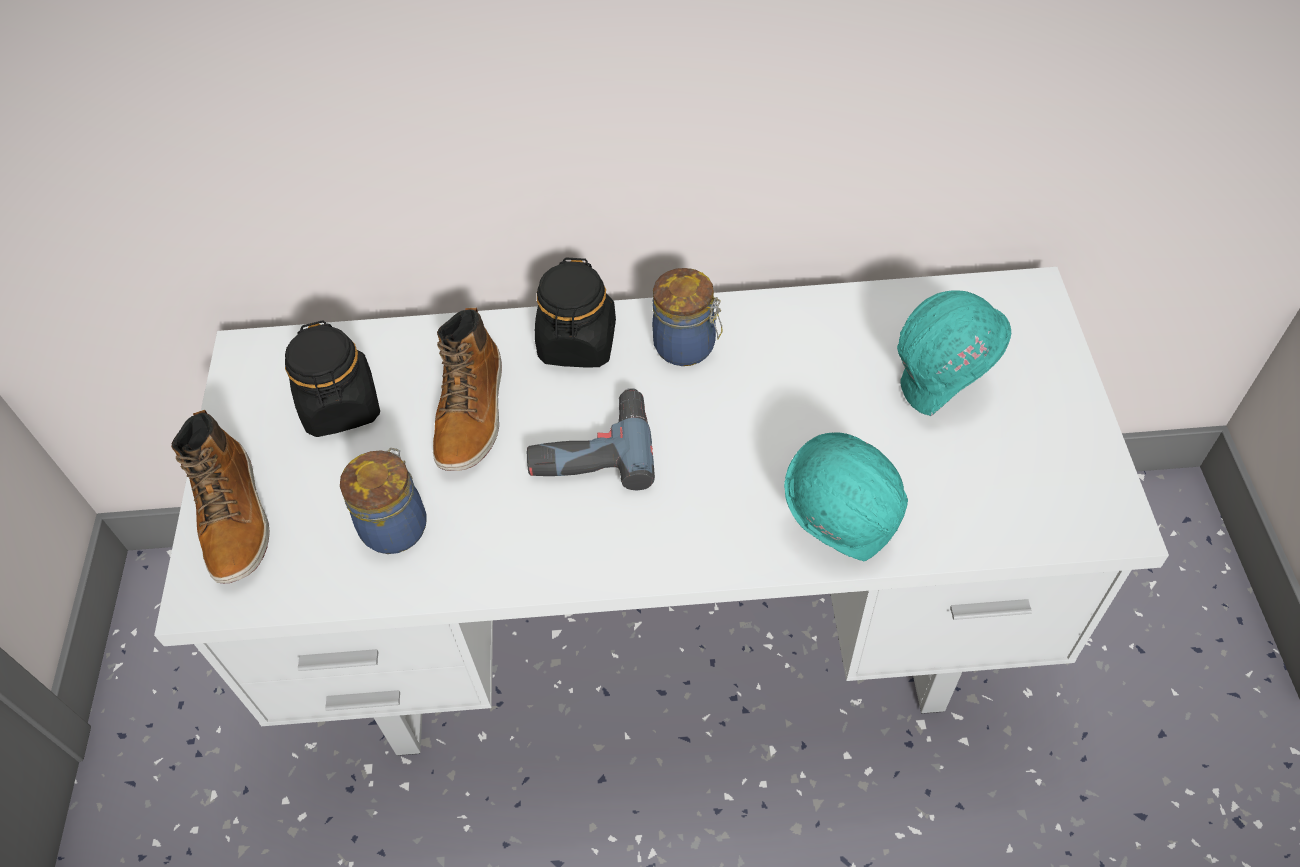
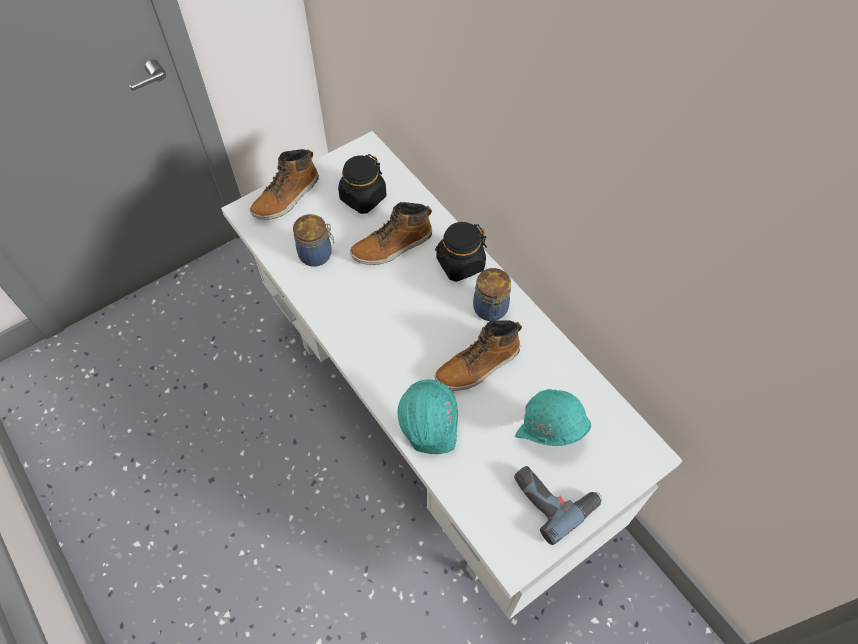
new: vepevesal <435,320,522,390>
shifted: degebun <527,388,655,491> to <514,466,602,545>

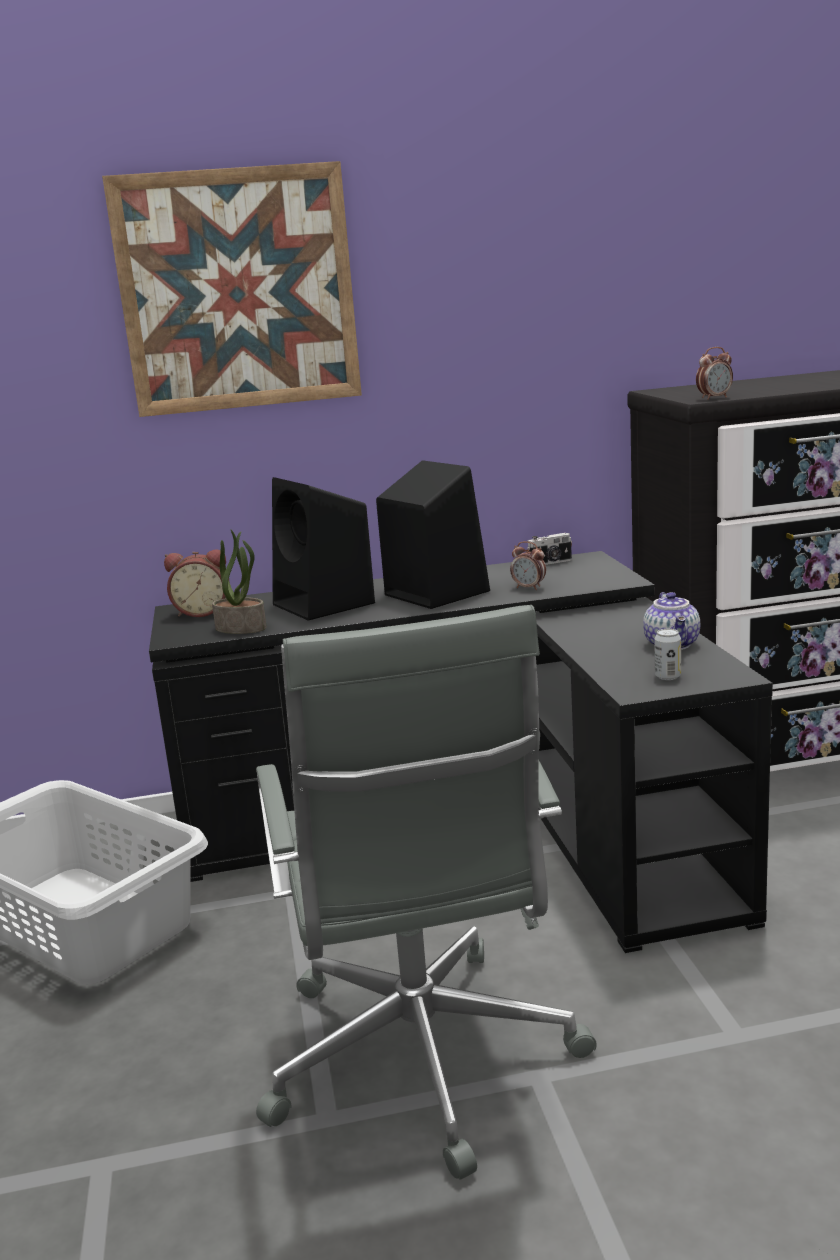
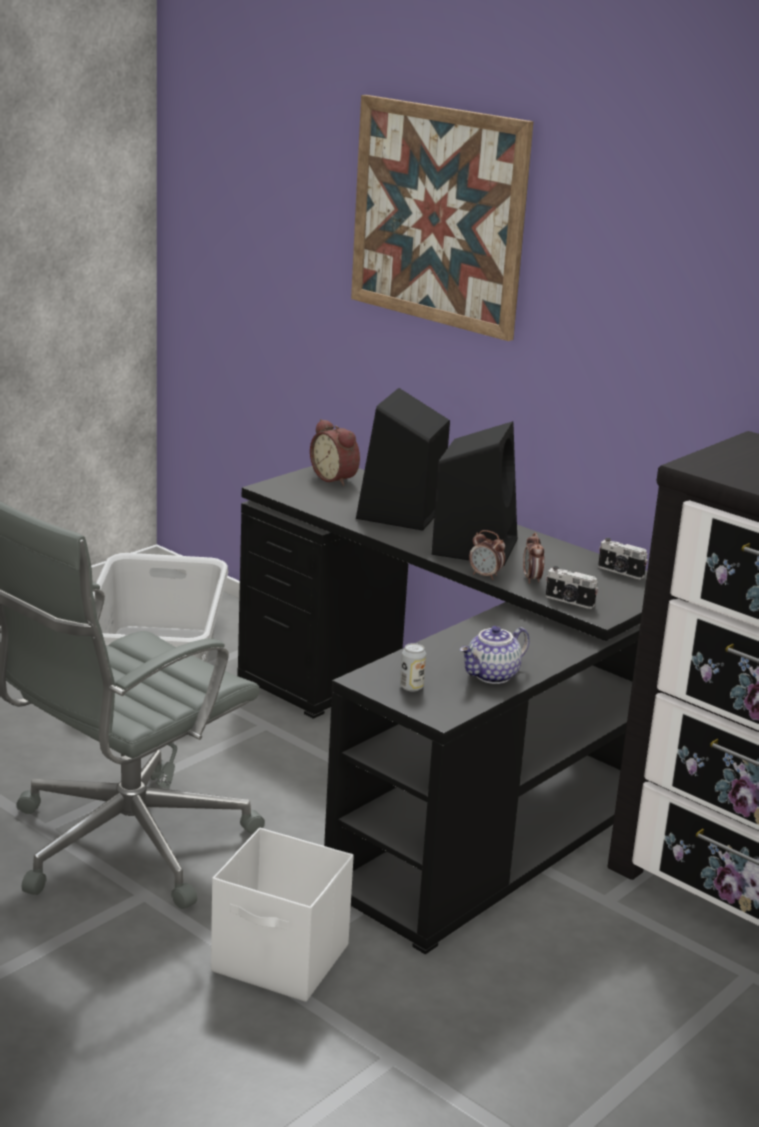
gone: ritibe <212,530,267,634>
new: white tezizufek <211,828,354,1002>; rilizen <546,566,598,609>
shifted: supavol <696,347,733,400> to <469,530,505,580>

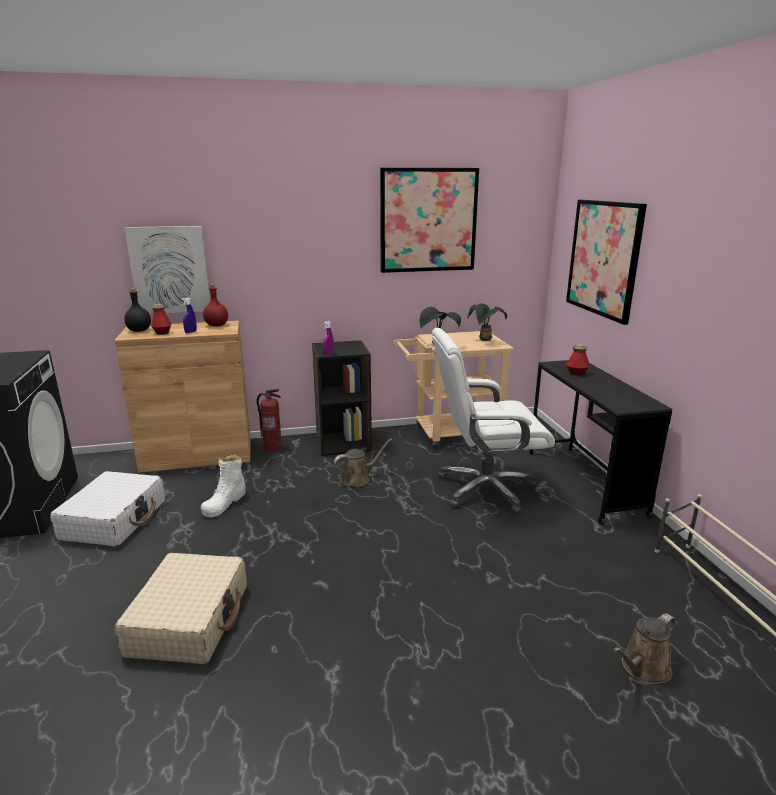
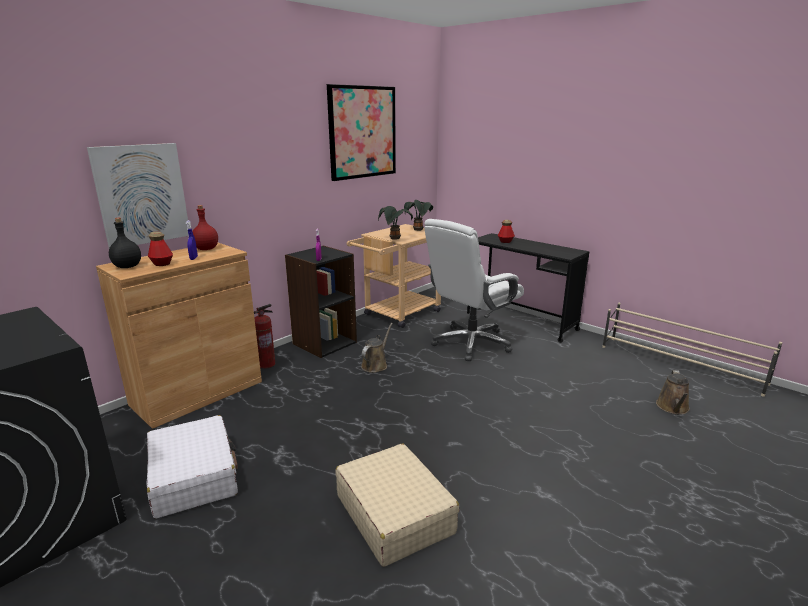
gone: white vepevesal <201,455,246,517>; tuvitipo <566,200,647,325>

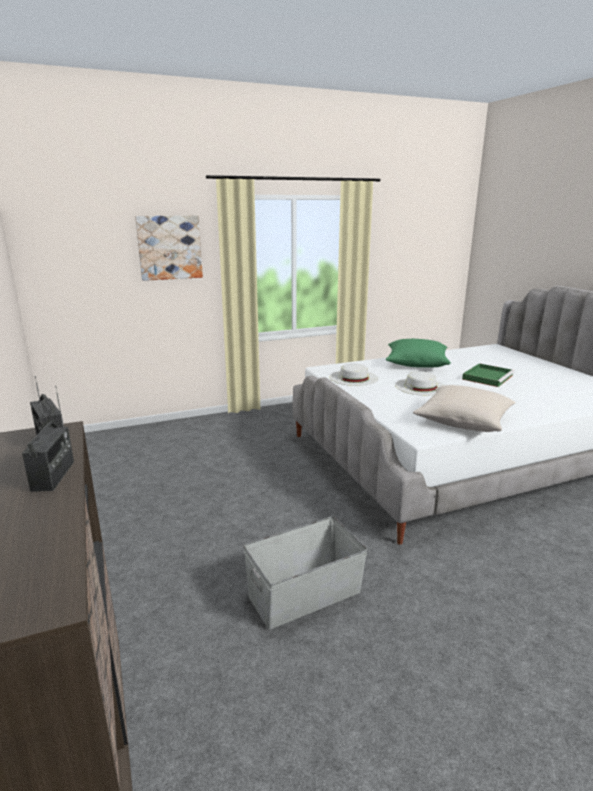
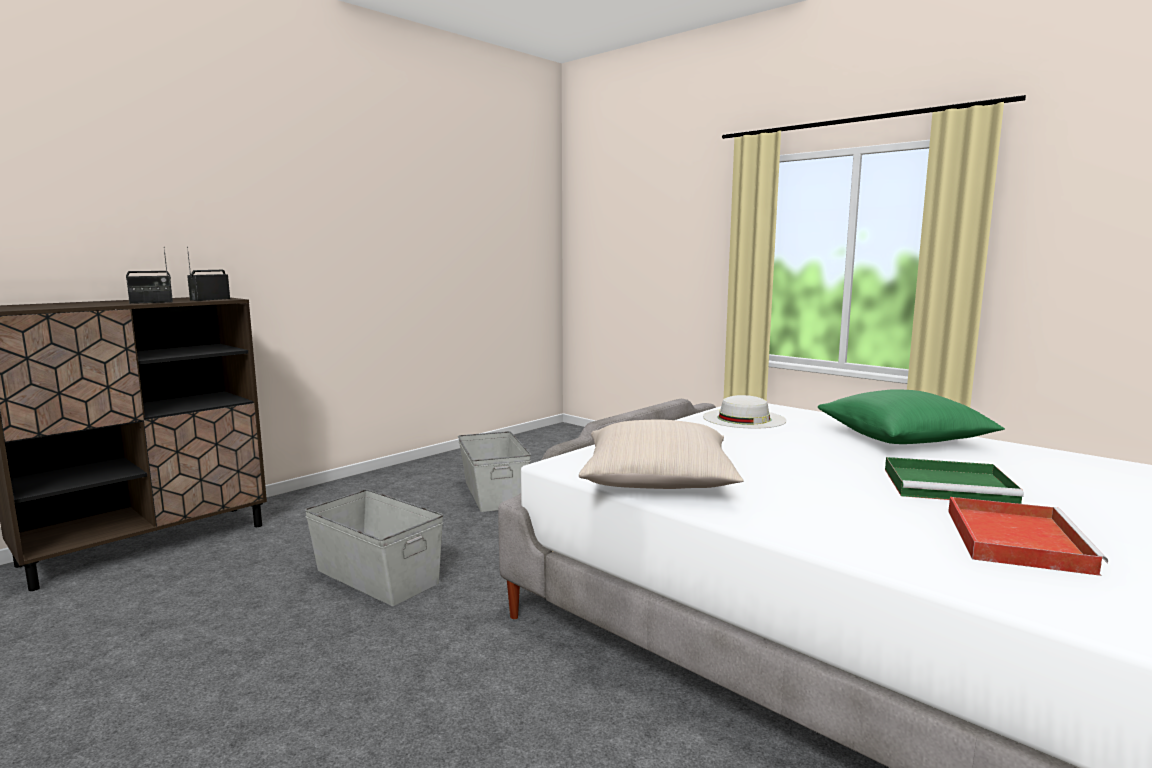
gone: tuvitipo <135,215,203,281>; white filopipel <395,371,445,396>
new: grey tezizufek <458,431,531,512>; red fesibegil <948,497,1108,576>

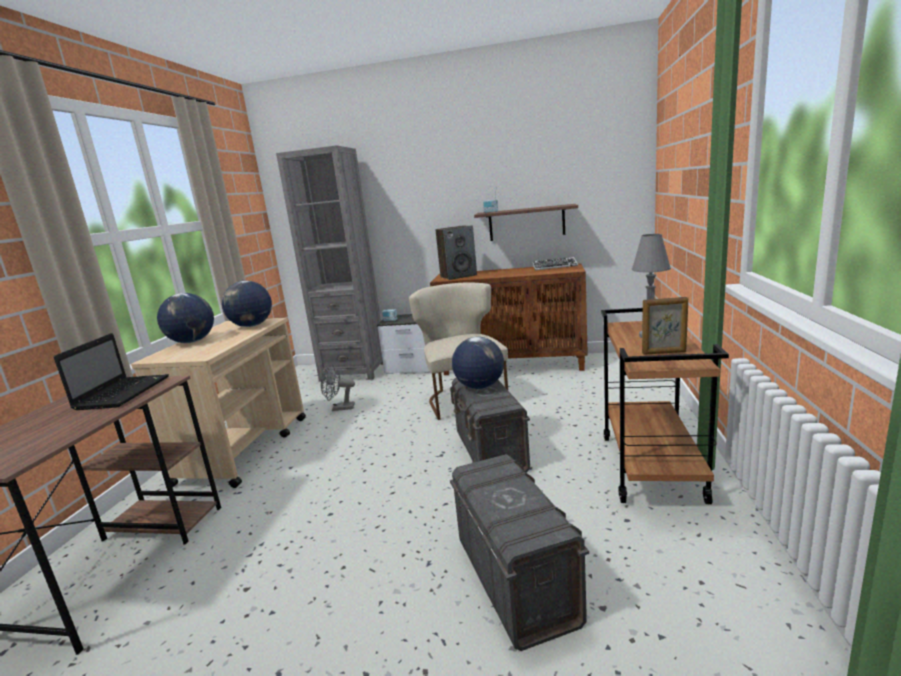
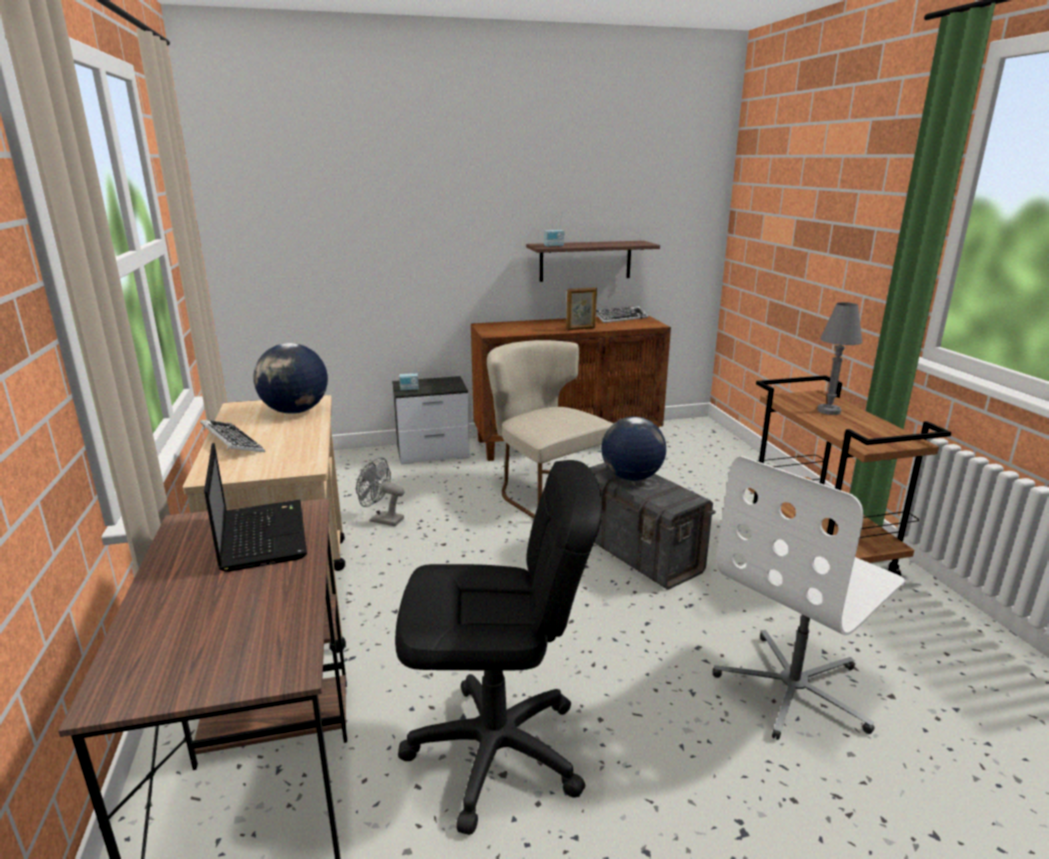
gone: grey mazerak <276,145,383,381>; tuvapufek <436,225,477,280>
new: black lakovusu <395,460,602,835>
shifted: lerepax <642,297,688,355> to <566,287,597,330>
swapped: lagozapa <157,293,214,343> to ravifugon <200,420,265,452>; grey tezizufek <450,454,589,651> to white lakovusu <713,456,906,740>
rotated: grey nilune <321,364,355,411> = <356,458,405,526> 45 degrees clockwise

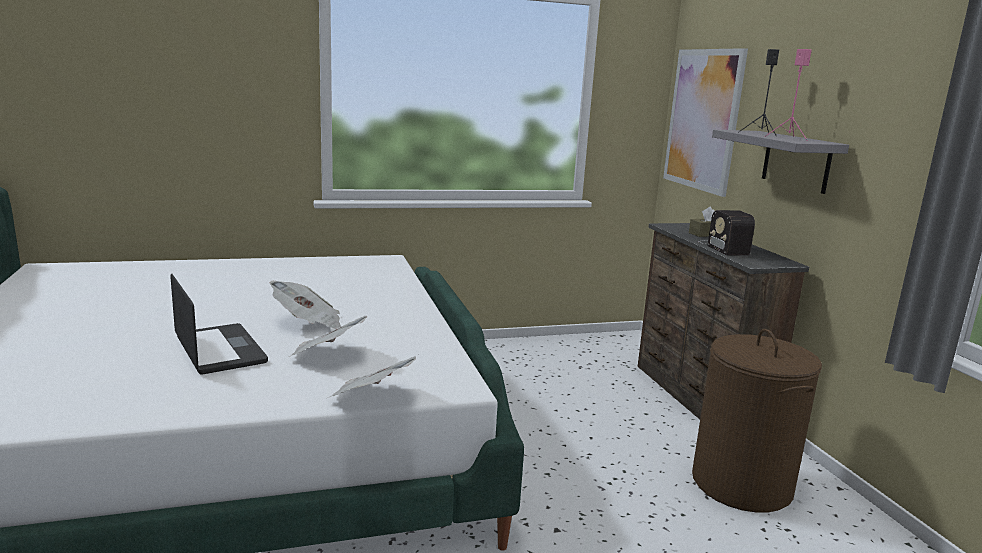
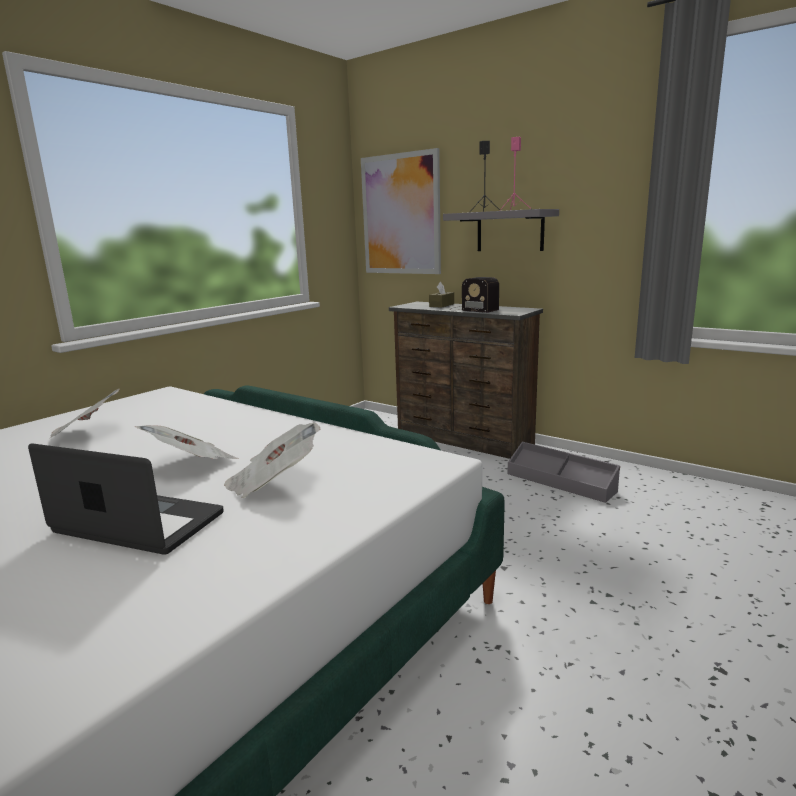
shifted: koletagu <327,356,416,398> to <48,389,120,440>
swapped: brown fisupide <692,329,822,513> to grey tezizufek <507,442,620,503>

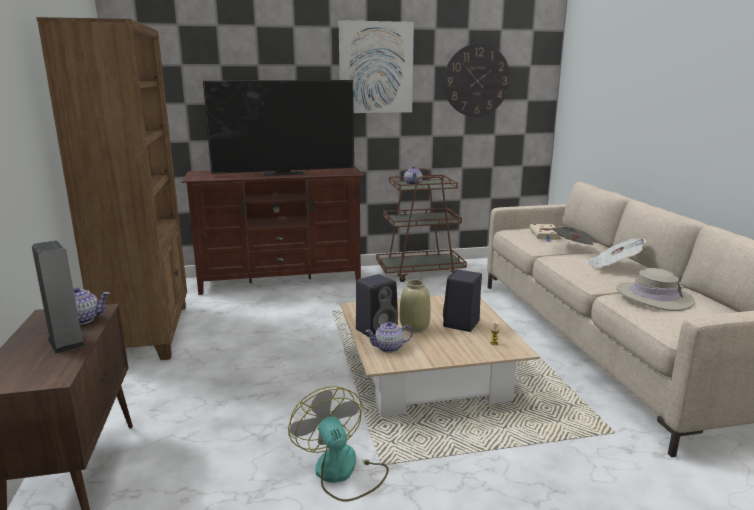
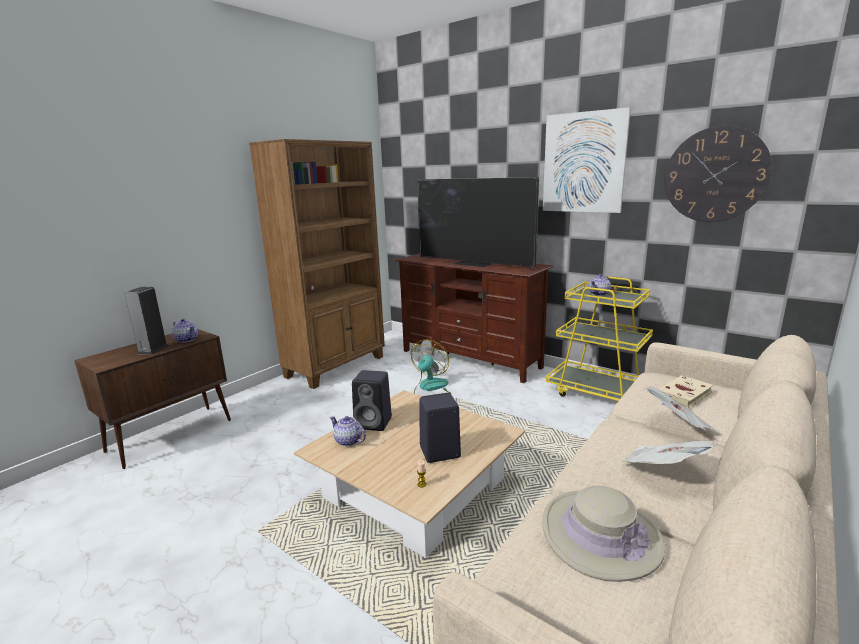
gone: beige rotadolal <400,280,431,332>
shifted: nilune <288,386,389,502> to <411,340,451,394>
repainted: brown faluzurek <376,168,467,282> to yellow faluzurek <546,276,653,401>

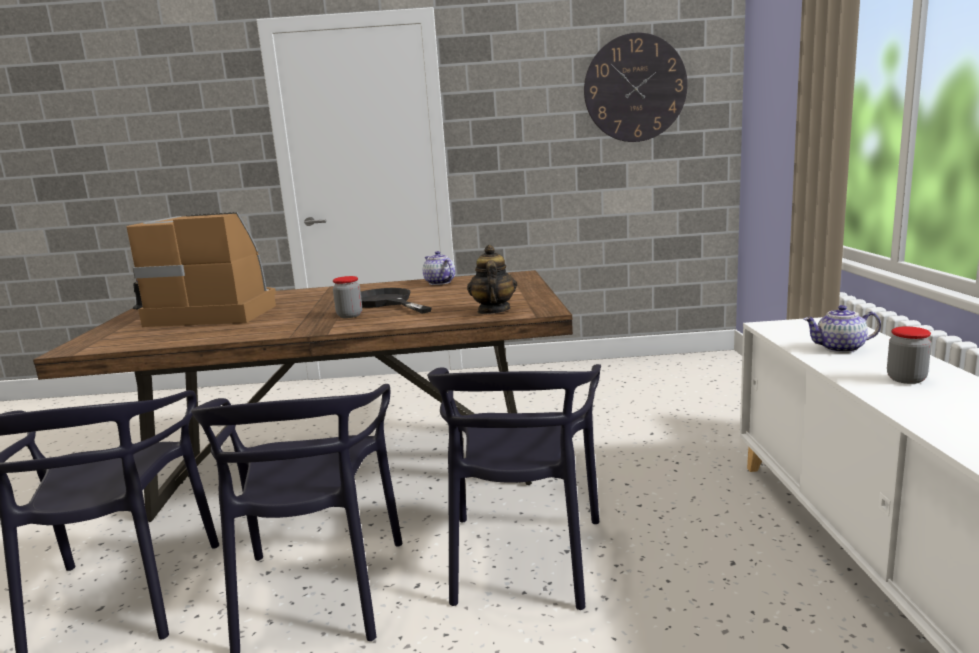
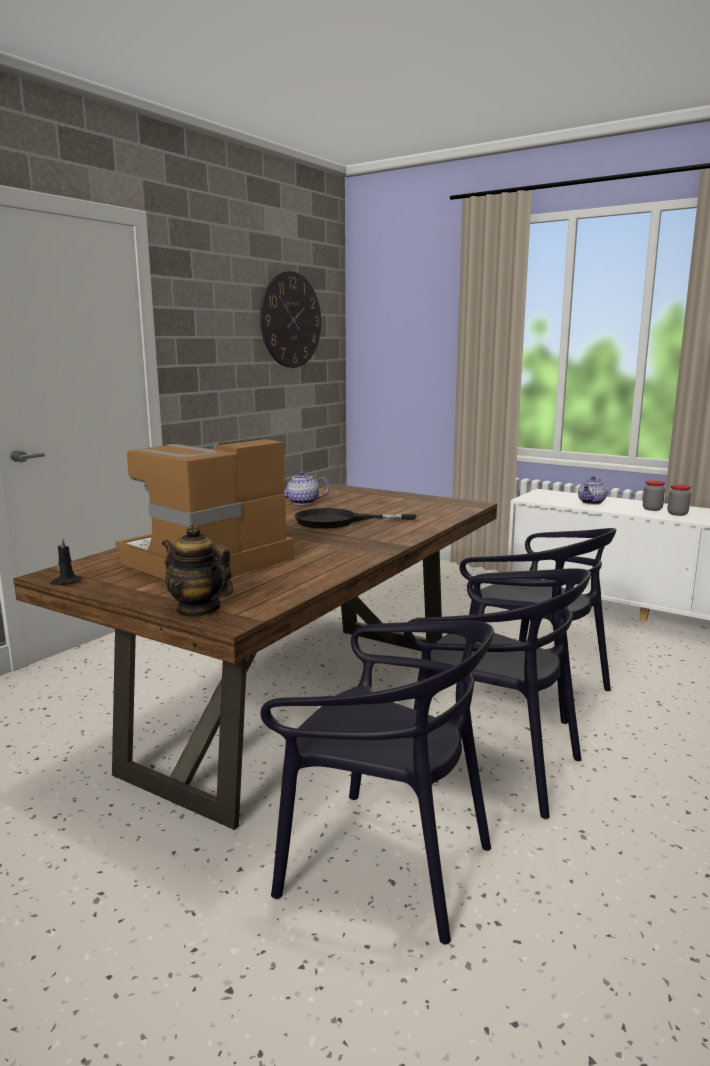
shifted: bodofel <333,276,362,318> to <668,484,691,516>; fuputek <467,245,517,314> to <162,524,233,617>

